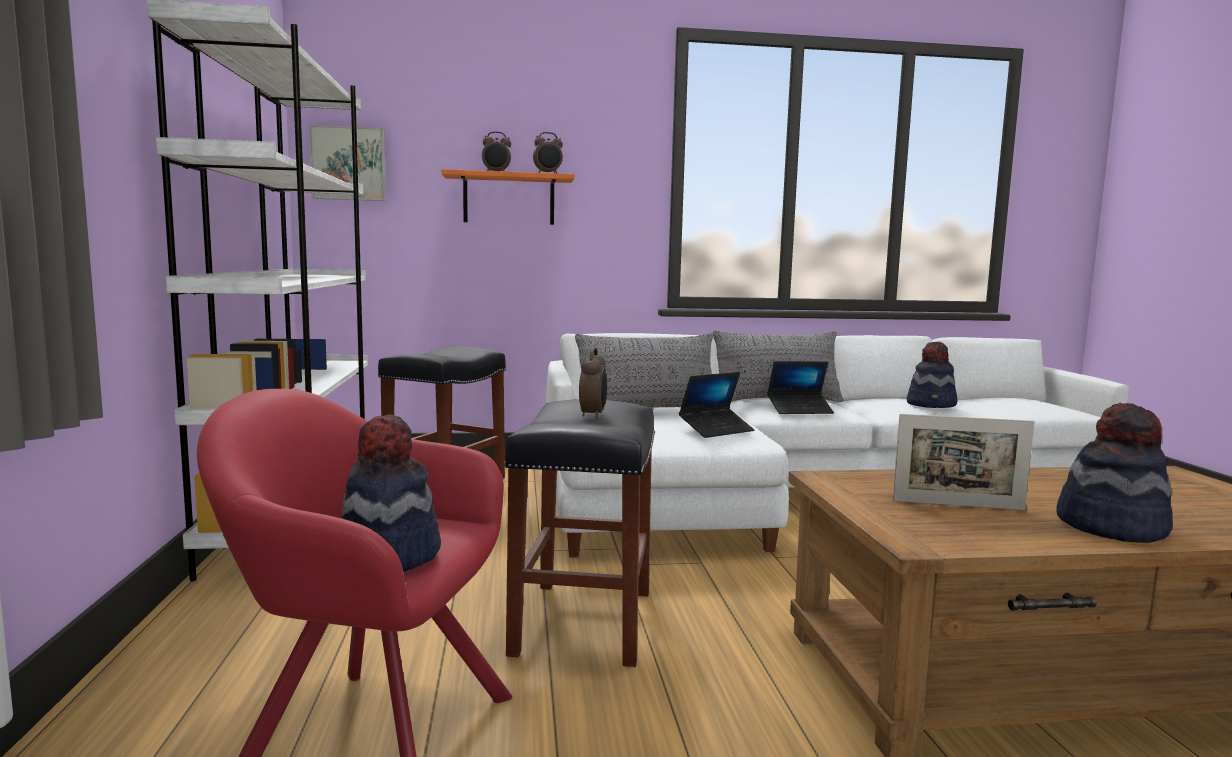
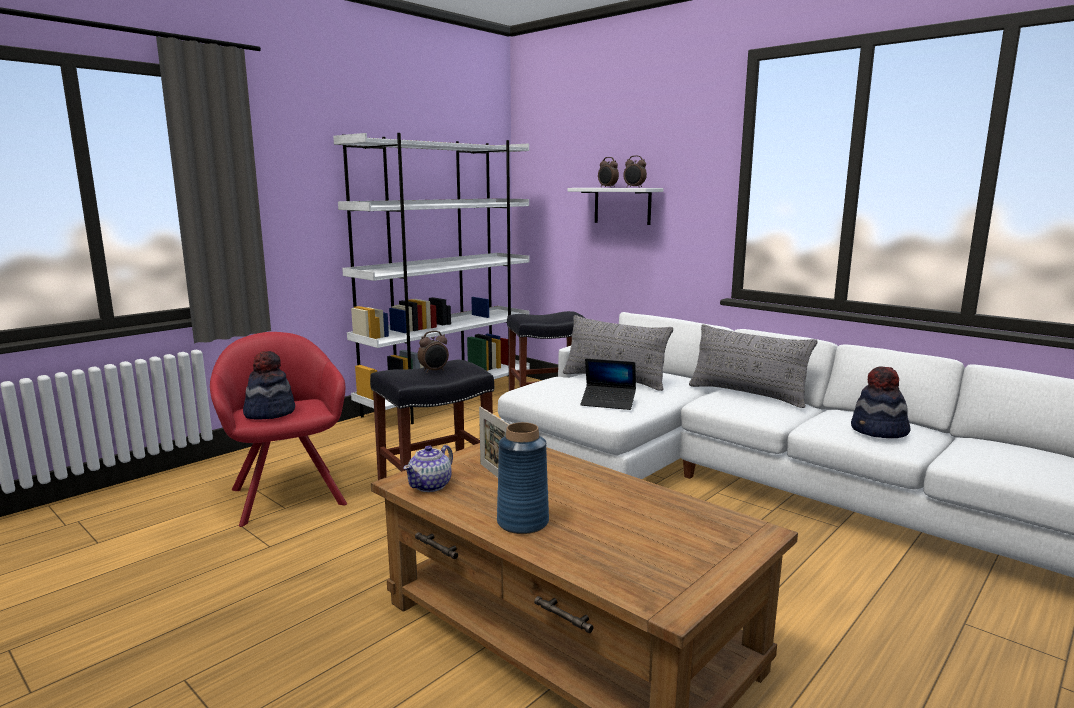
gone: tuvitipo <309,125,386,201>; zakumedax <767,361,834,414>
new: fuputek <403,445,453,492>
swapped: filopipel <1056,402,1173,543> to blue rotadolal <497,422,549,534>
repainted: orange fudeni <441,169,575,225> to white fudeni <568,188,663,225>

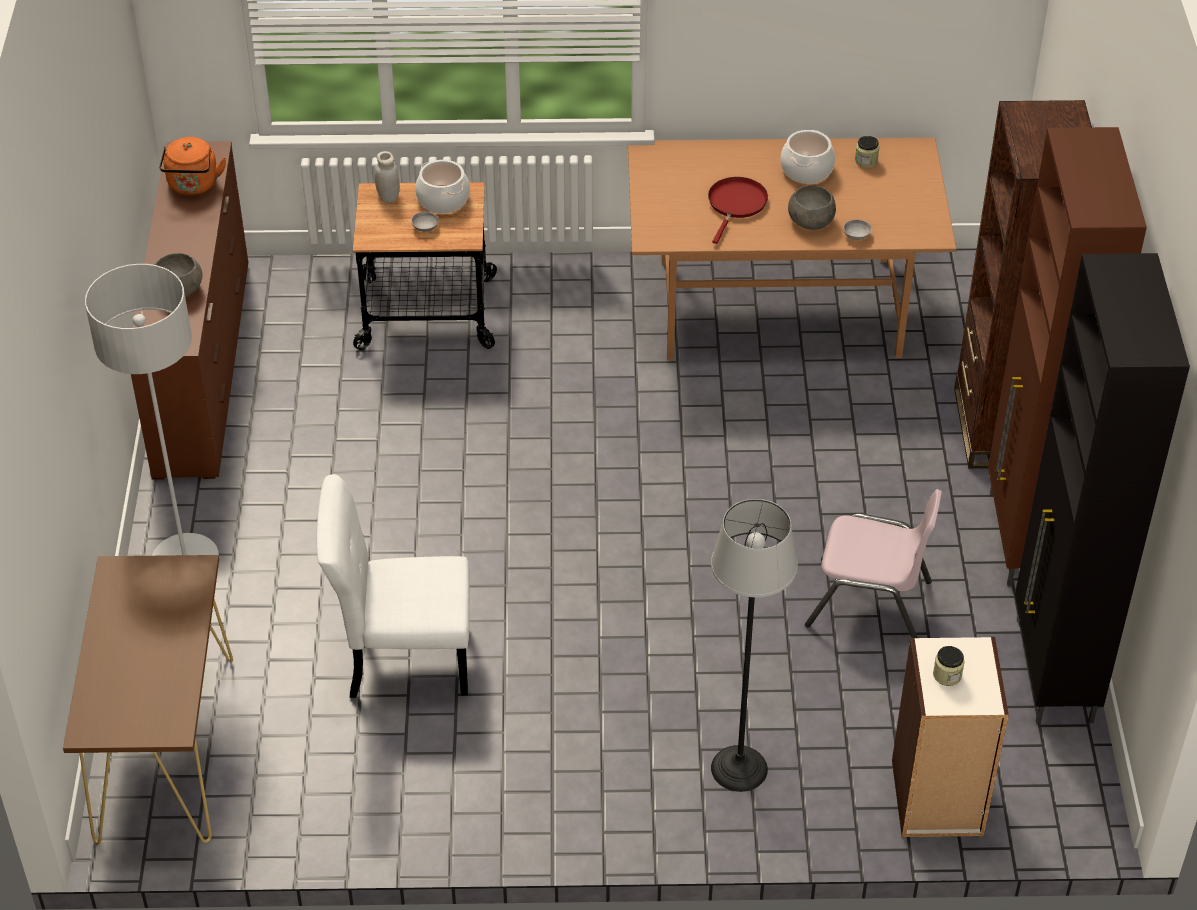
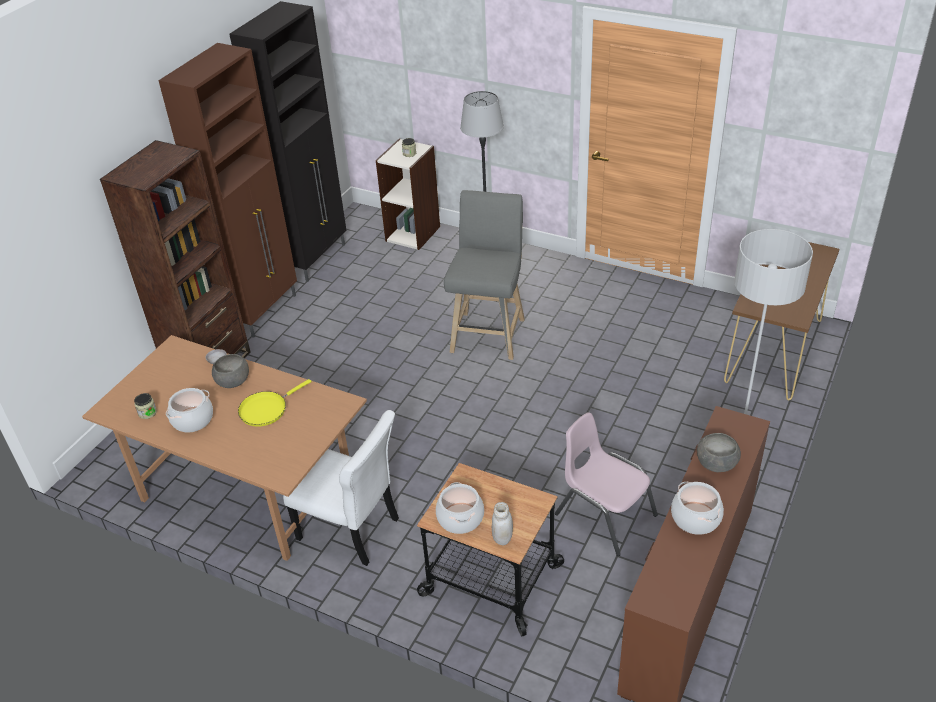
gone: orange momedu <159,137,226,195>; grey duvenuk <411,212,439,232>
new: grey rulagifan <444,190,525,360>; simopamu <671,482,724,535>
shifted: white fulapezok <317,474,470,698> to <283,410,399,566>; pink fulapezok <805,489,942,638> to <555,412,658,556>
repainted: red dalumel <708,177,768,244> to yellow dalumel <238,379,311,427>

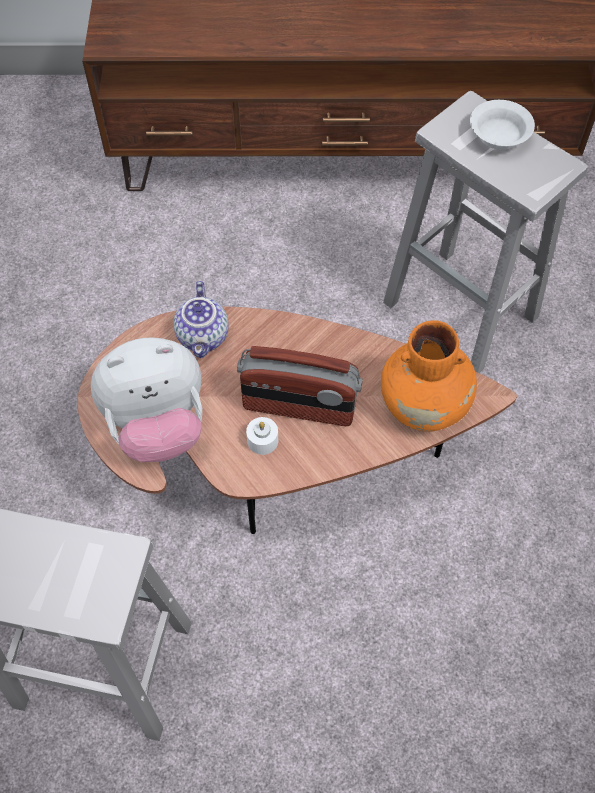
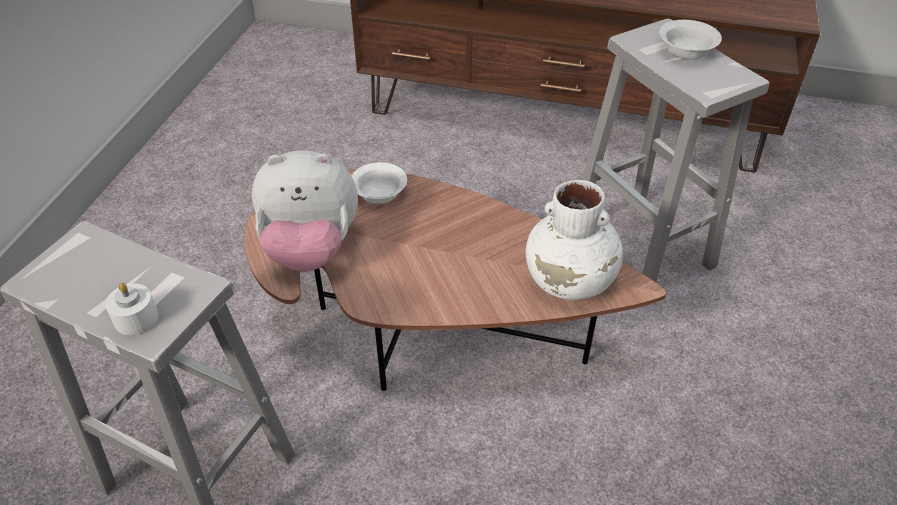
gone: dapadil <237,346,363,426>
shifted: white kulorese <246,417,278,455> to <105,283,158,335>
swapped: fuputek <174,281,229,358> to white duvenuk <352,162,407,204>
repainted: orange rotadolal <381,320,477,431> to white rotadolal <526,180,623,300>

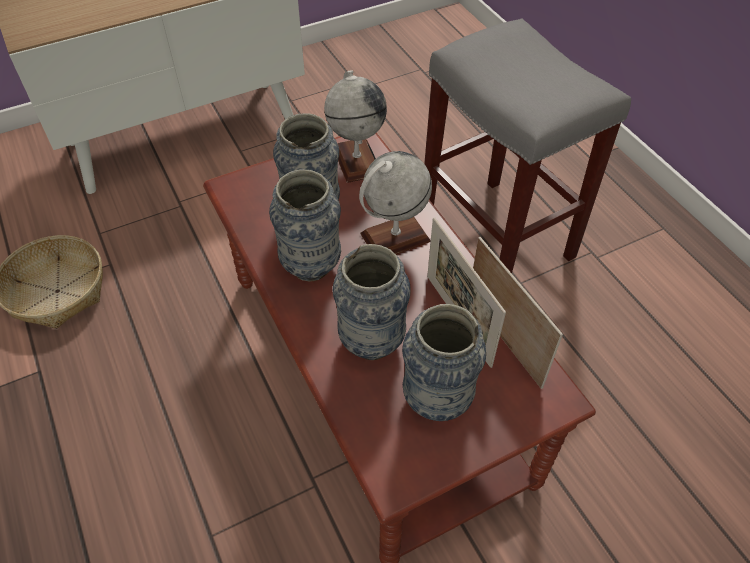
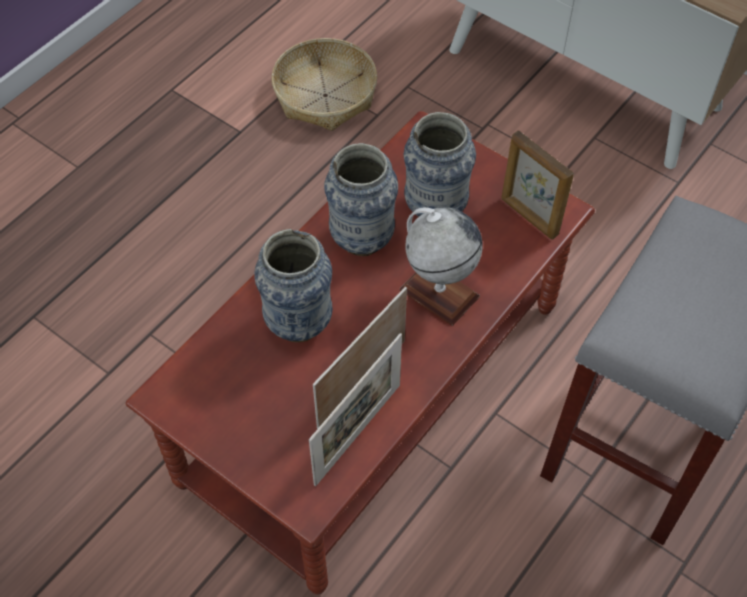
gone: rotadolal <402,304,486,421>
swapped: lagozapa <324,70,387,183> to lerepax <501,130,574,240>

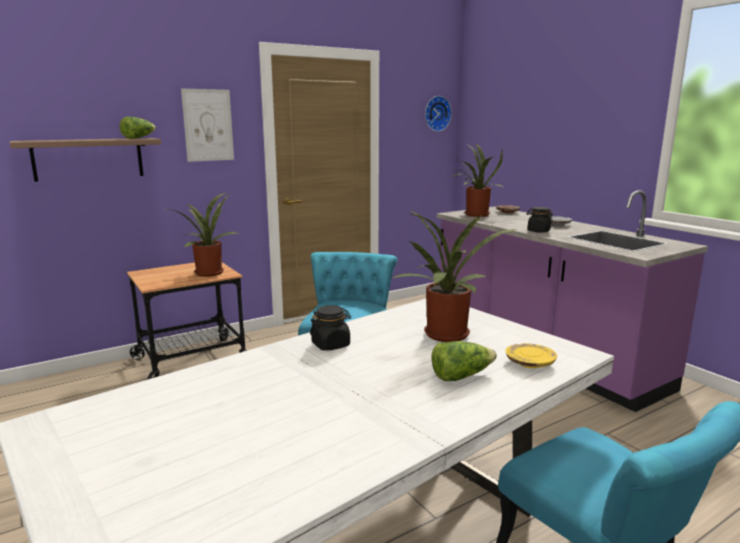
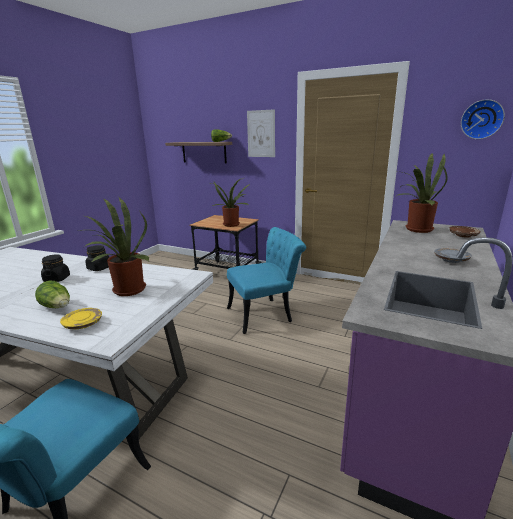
shifted: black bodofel <526,207,553,233> to <41,254,70,282>

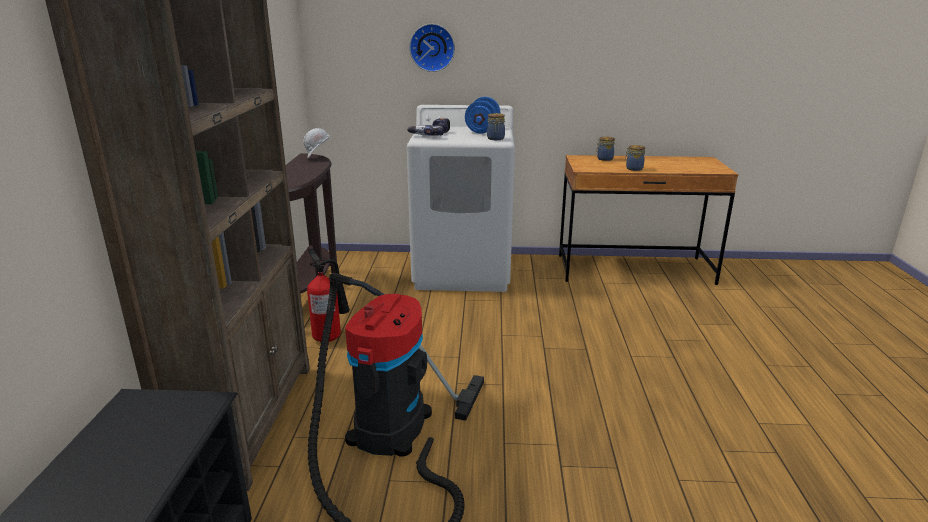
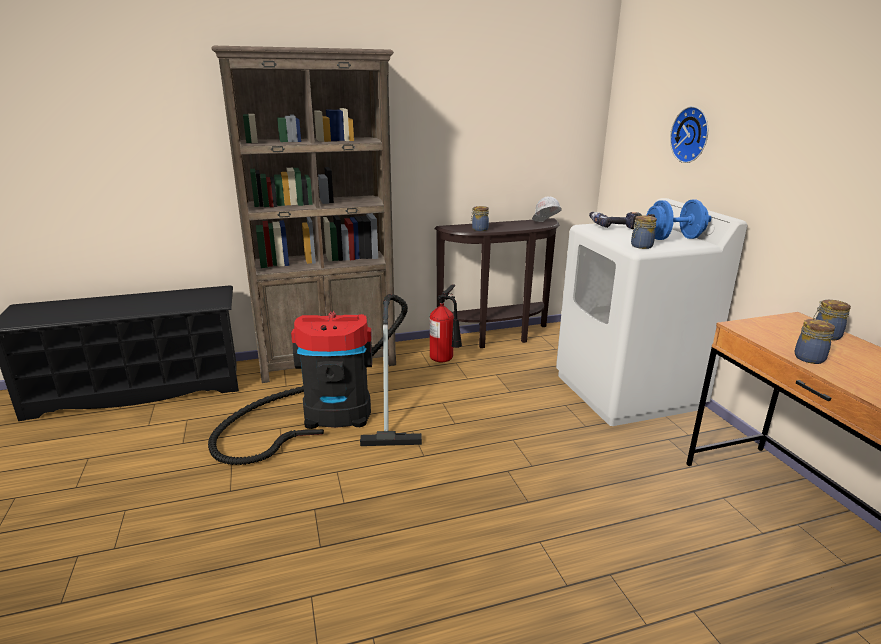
new: bodofel <471,206,489,231>

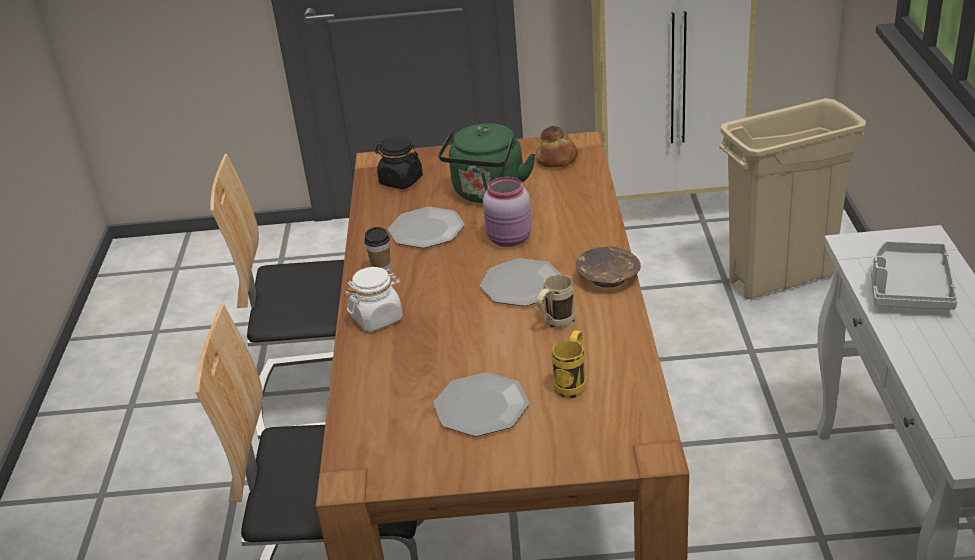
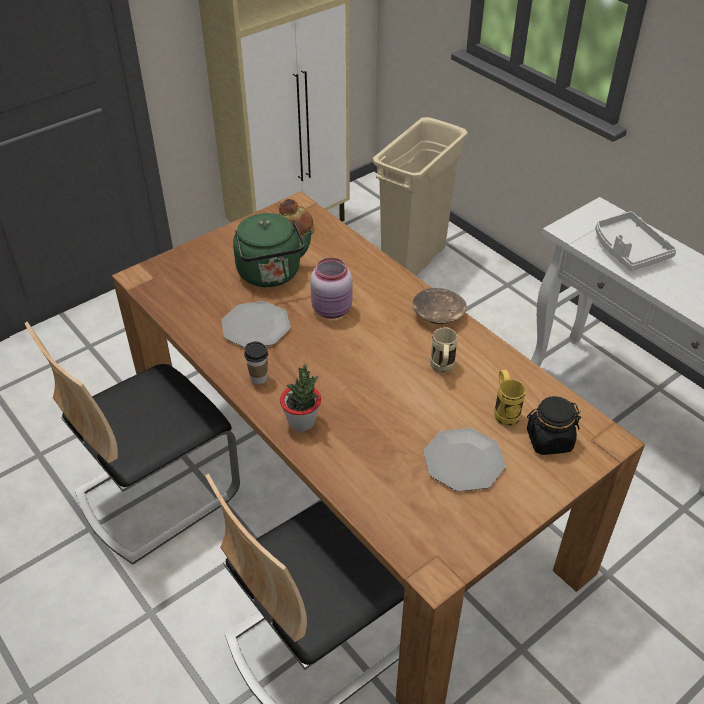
gone: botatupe <480,258,561,306>
shifted: black bodofel <375,137,423,189> to <527,396,581,455>
swapped: white bodofel <346,267,403,331> to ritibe <280,364,321,432>

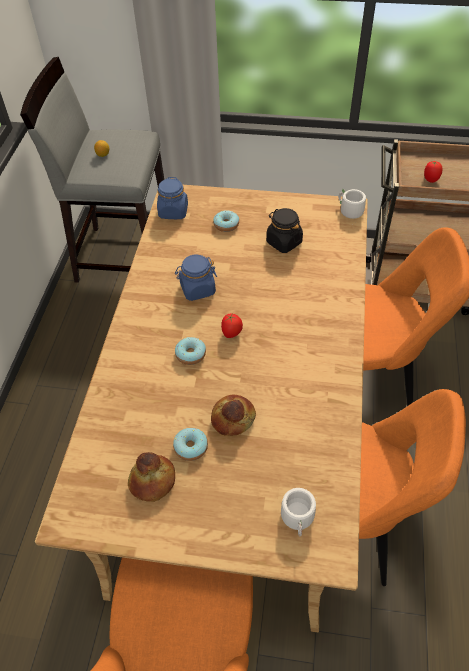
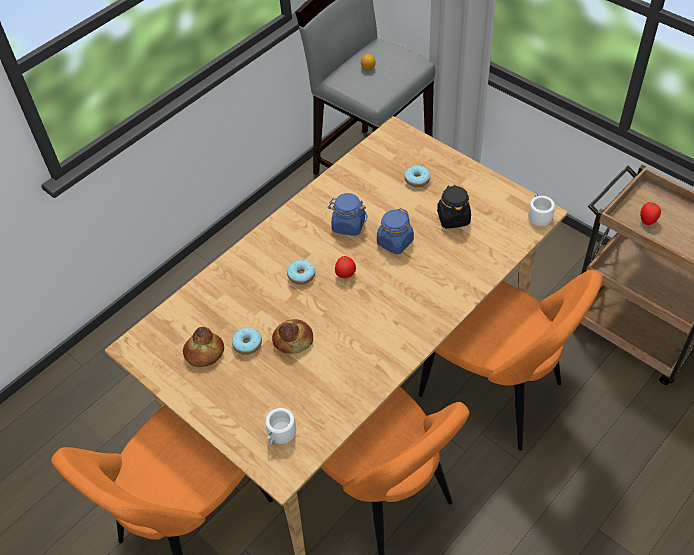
shifted: blue bodofel <157,177,188,219> to <377,208,414,254>

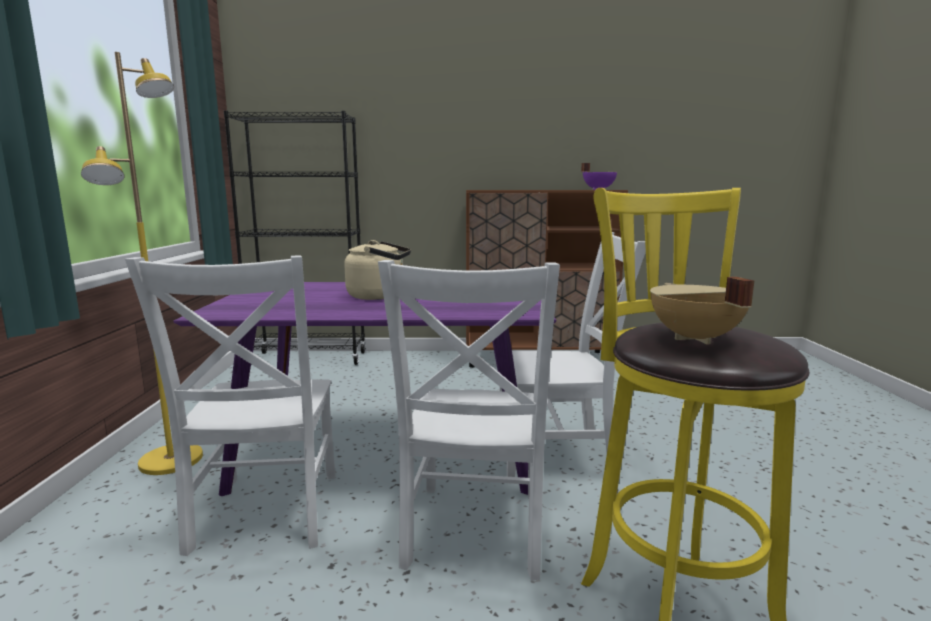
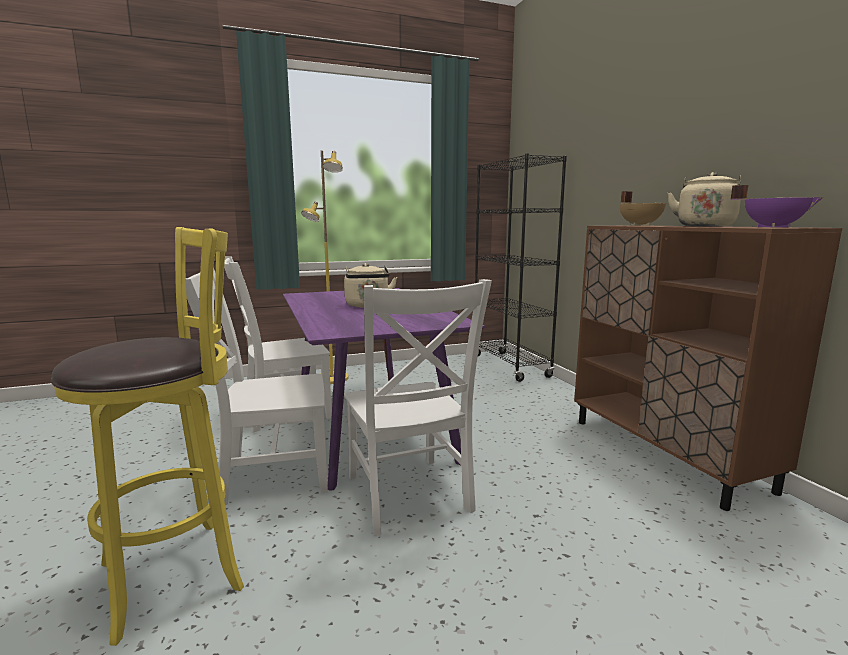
new: beige momedu <667,172,741,226>
shifted: beige simopamu <650,277,754,345> to <619,191,666,226>

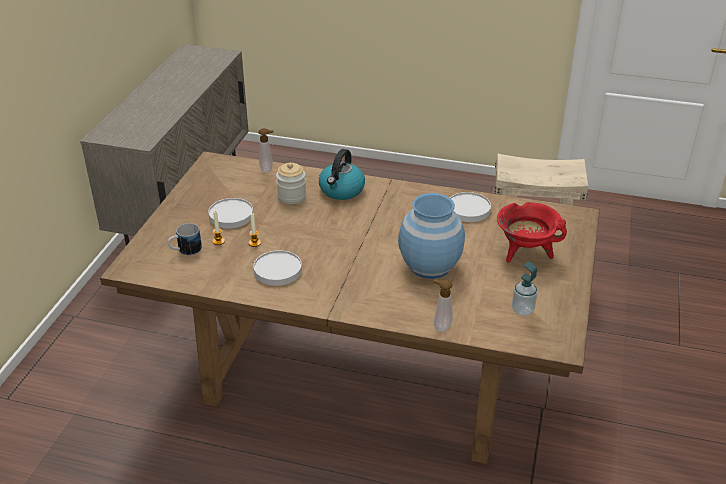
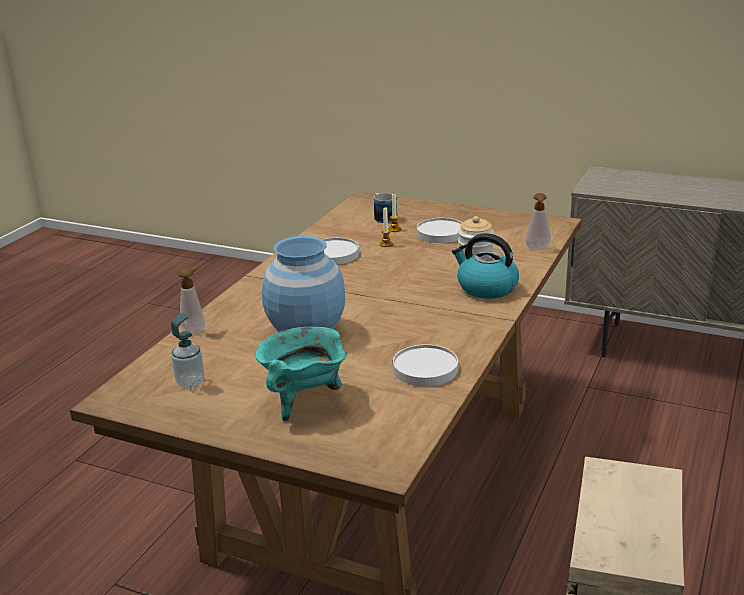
repainted: red simopamu <497,202,567,263> to turquoise simopamu <255,327,347,421>

